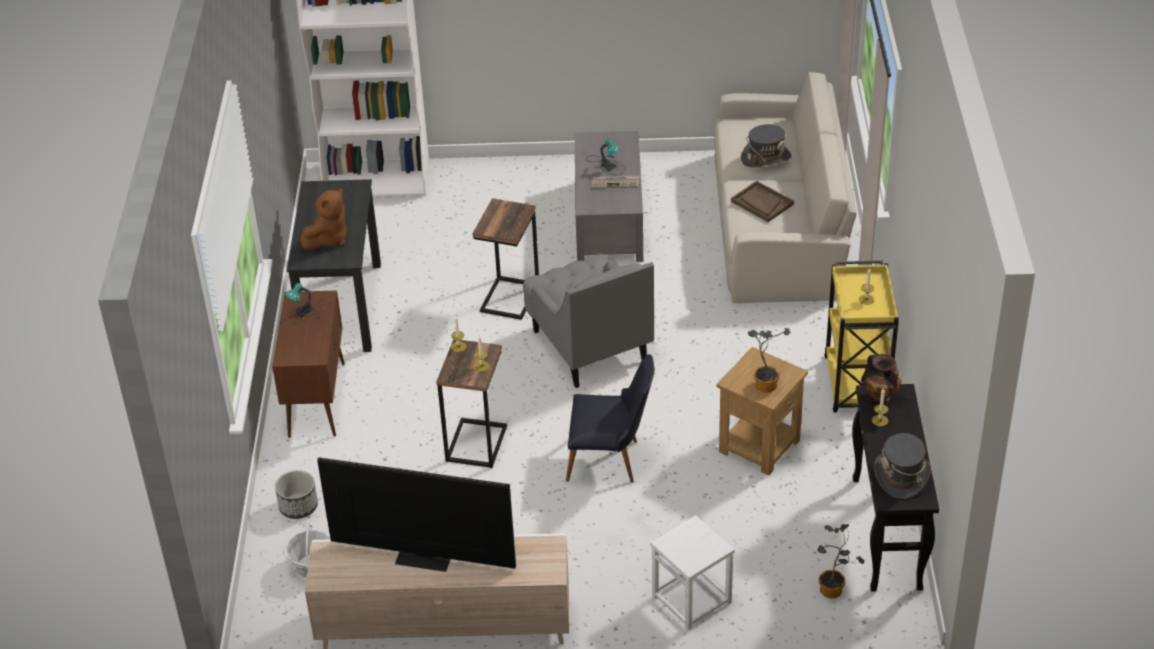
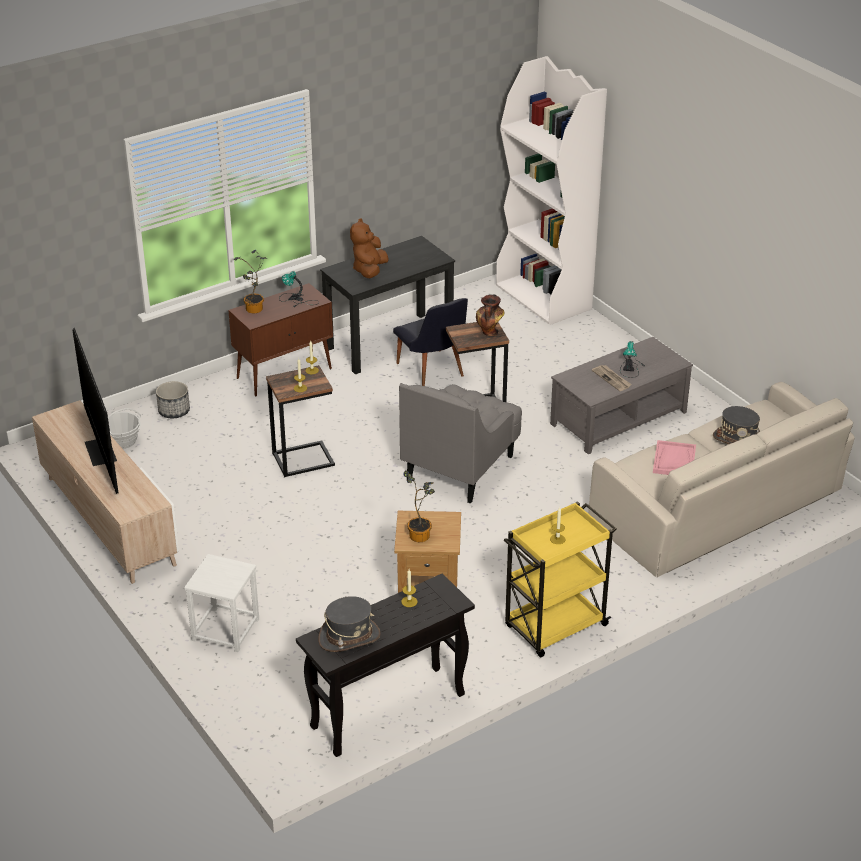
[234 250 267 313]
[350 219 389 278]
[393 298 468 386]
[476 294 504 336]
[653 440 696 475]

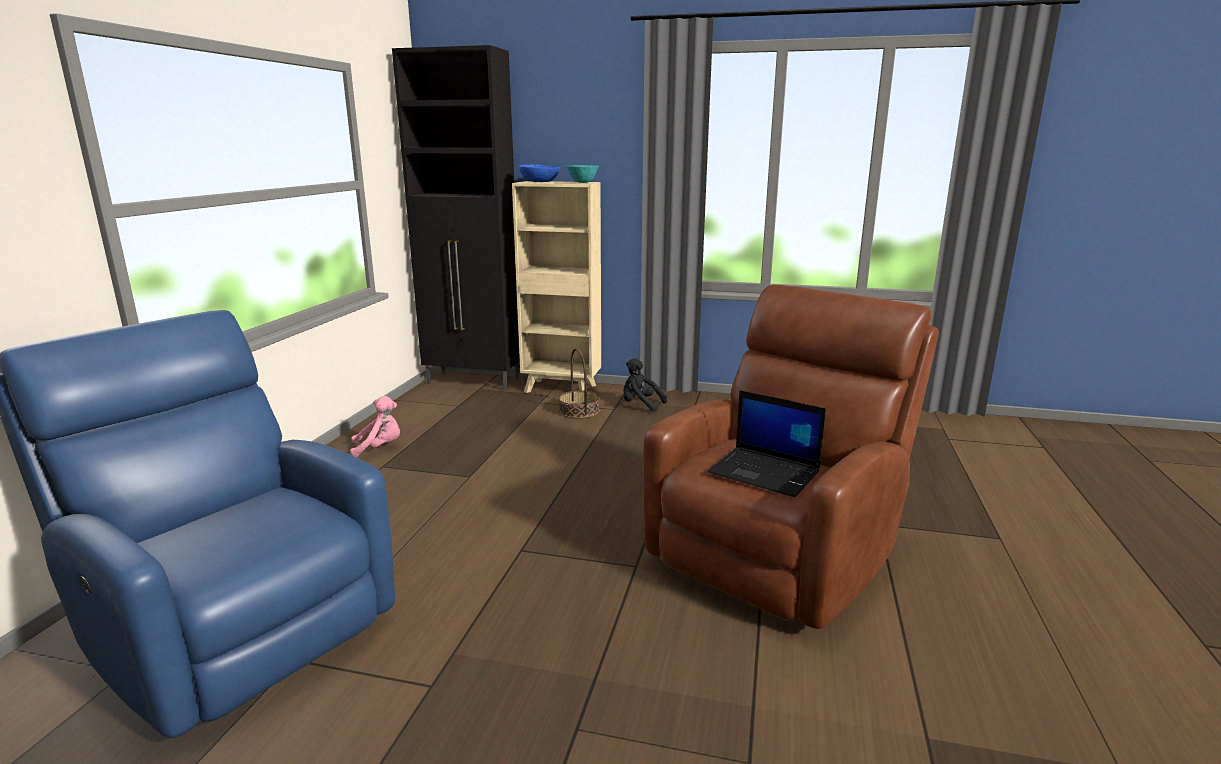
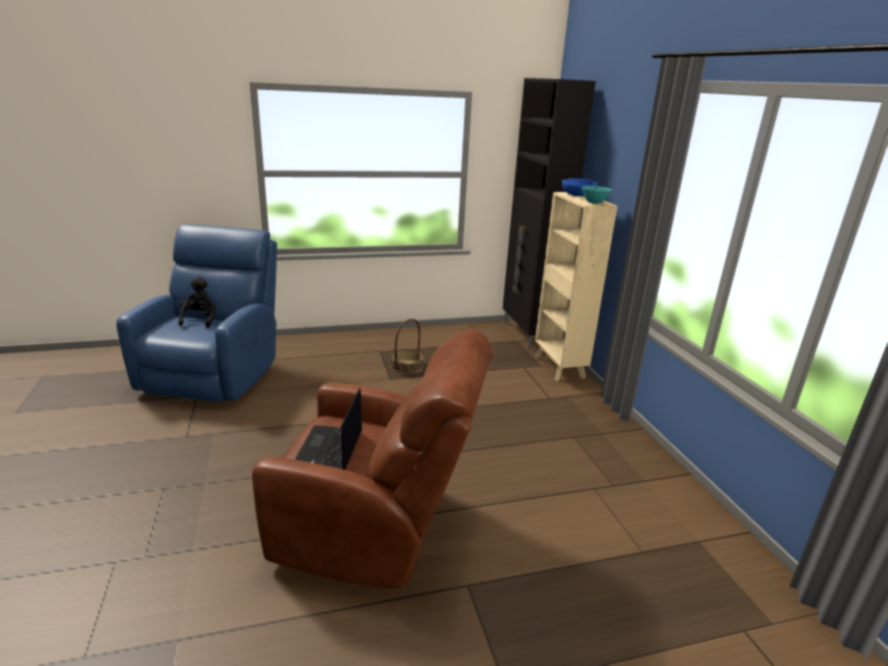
[179 276 216 328]
[391 319 424 374]
[350 396 400 457] (first image)

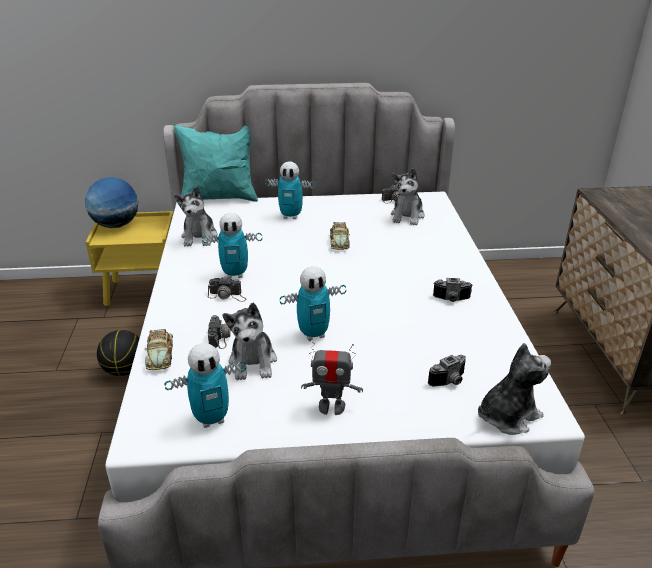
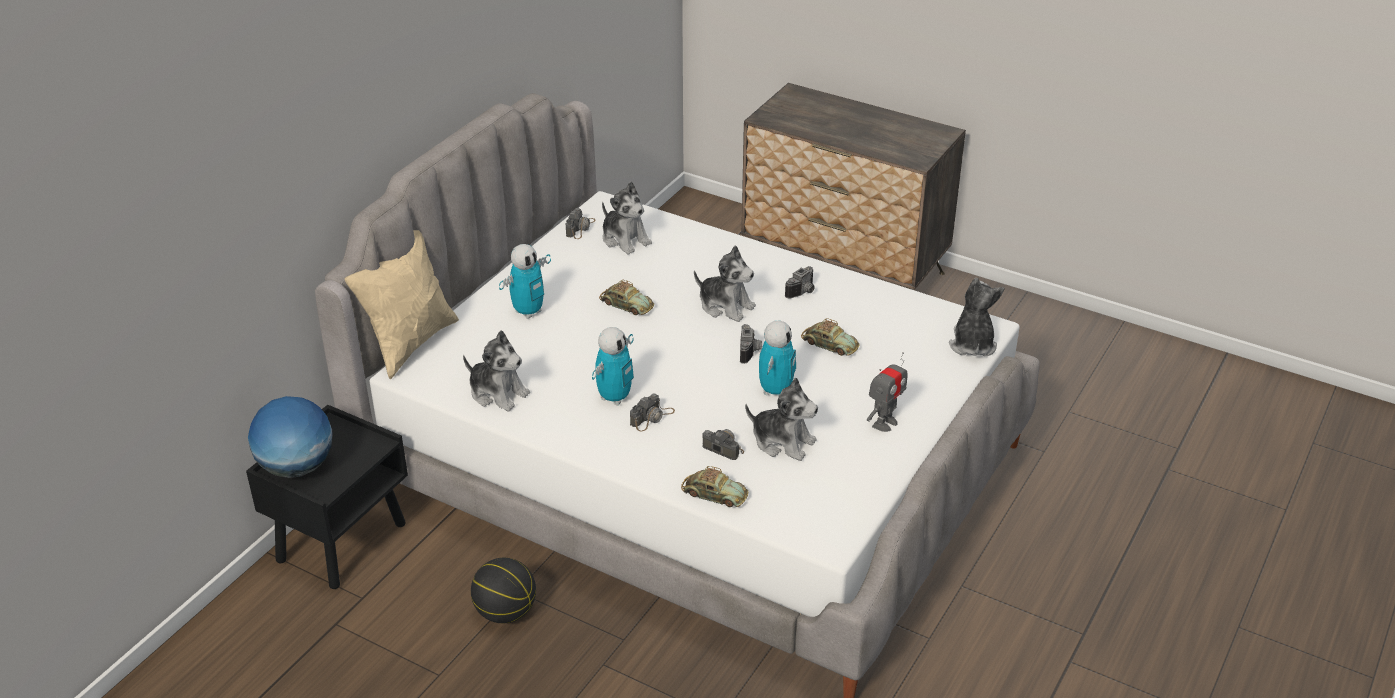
[246 405 408 589]
[345 230 459 379]
[694 245 756 322]
[740 324 762 364]
[801 318 860 356]
[164 343 246 428] (first image)

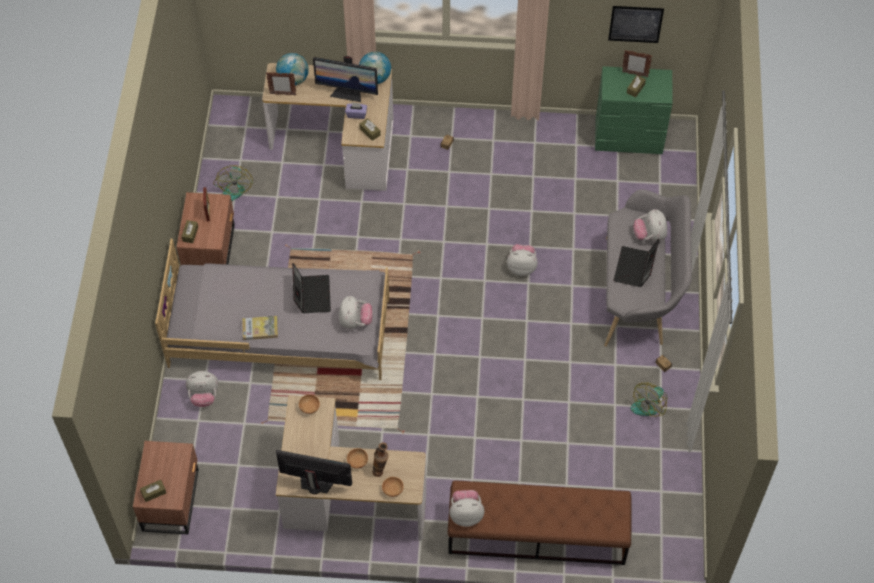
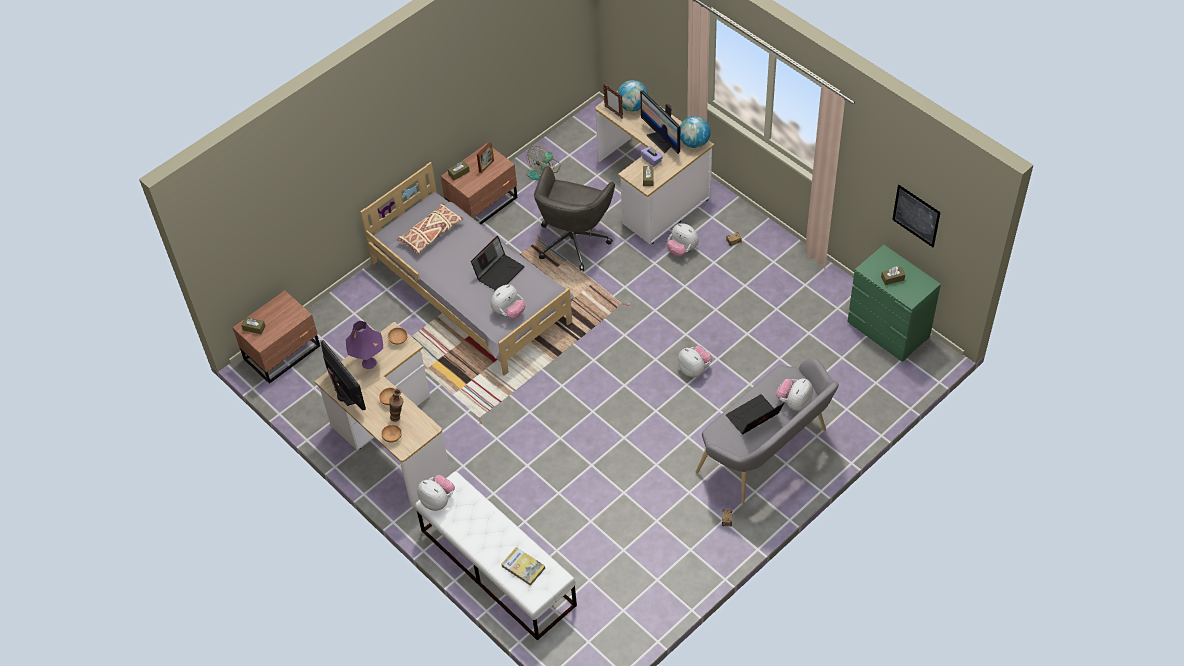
[346 321 383 369]
[397 203 464 254]
[415 471 577 641]
[501 547 545 586]
[534 166 615 271]
[667 223 699 256]
[622 50 652 77] (first image)
[631 382 667 417] (first image)

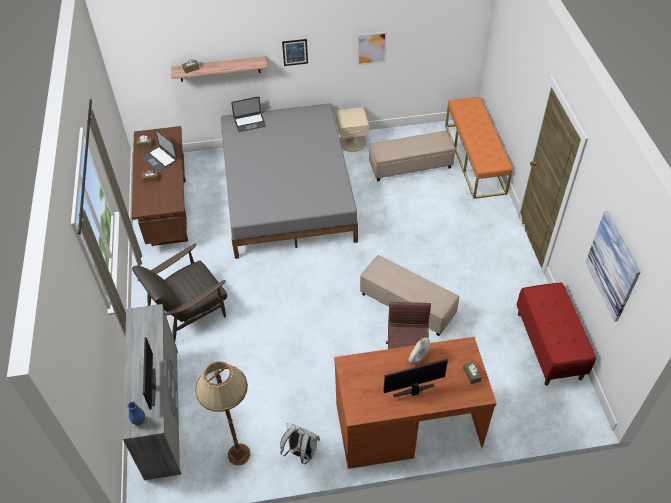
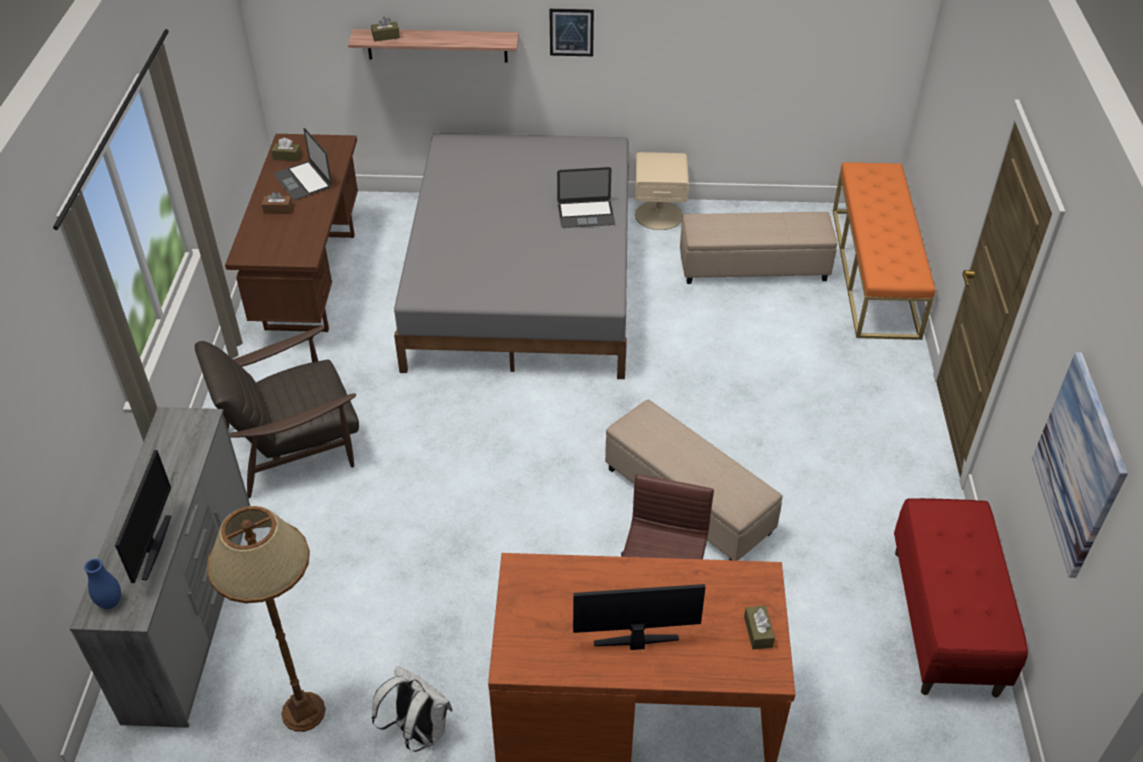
[557 167 615 228]
[357 32 387 66] (first image)
[409 338 430 364] (first image)

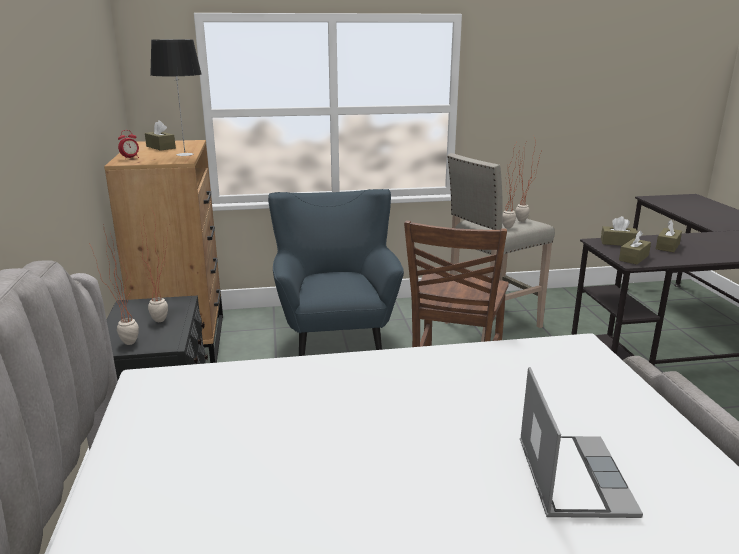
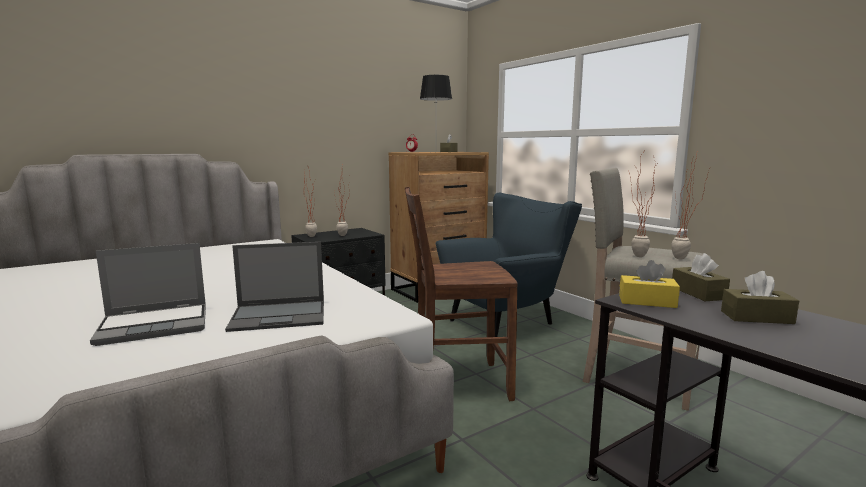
[225 242 324 332]
[619 260 680 308]

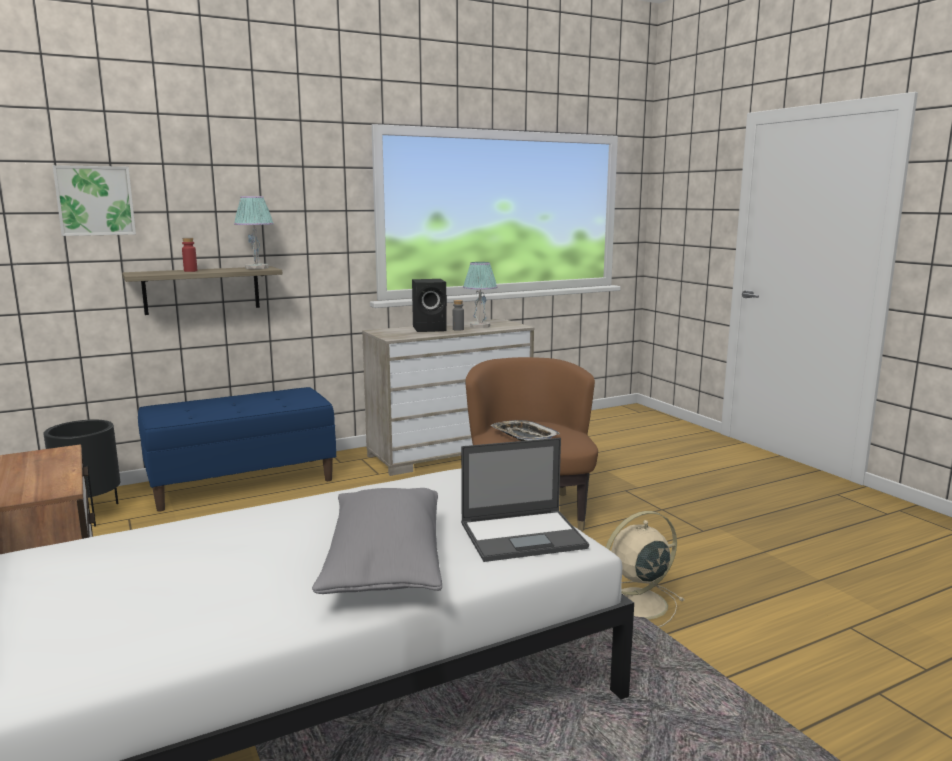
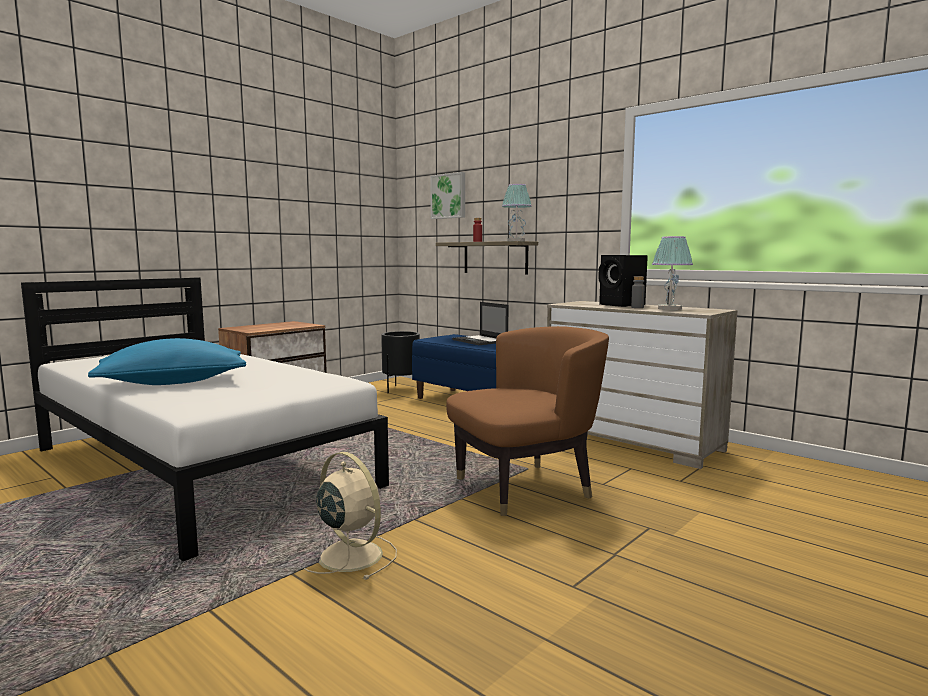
[88 338 246 385]
[452 302 509 345]
[490 420 561 441] (first image)

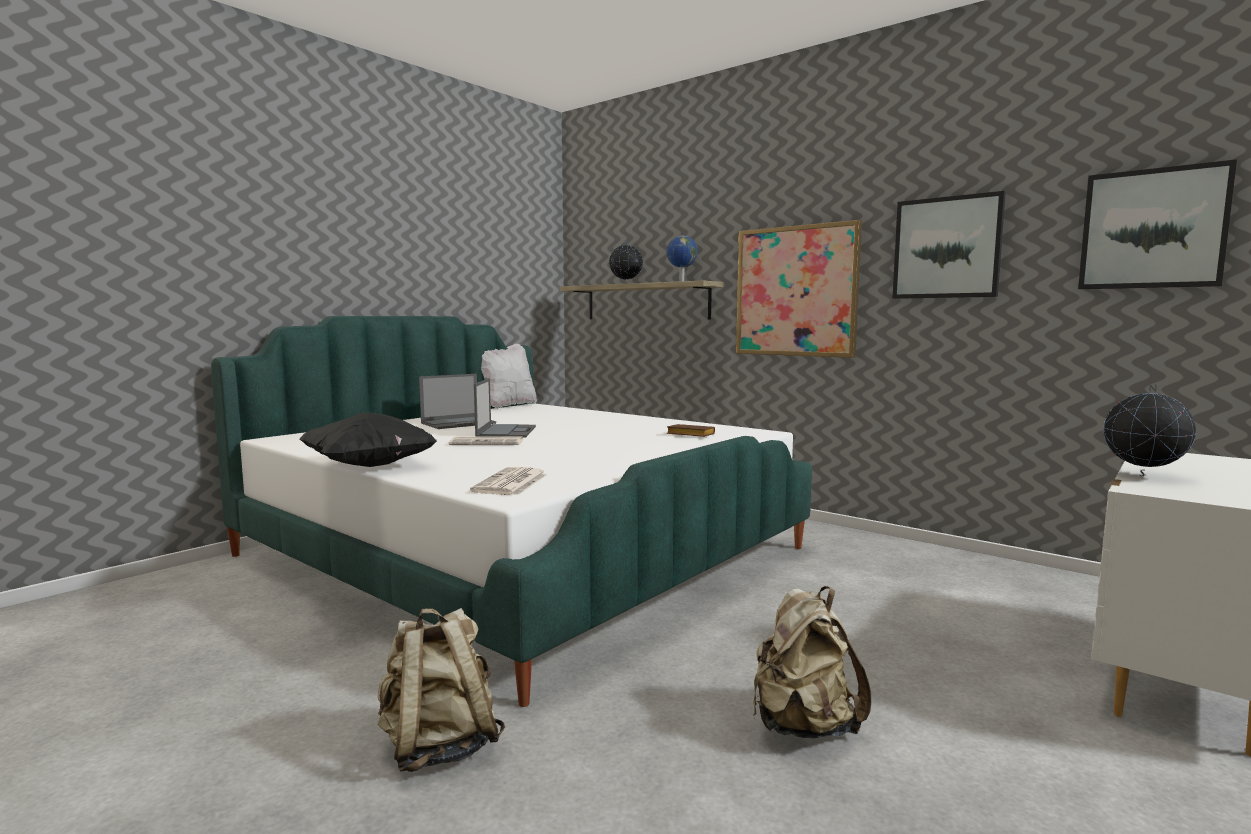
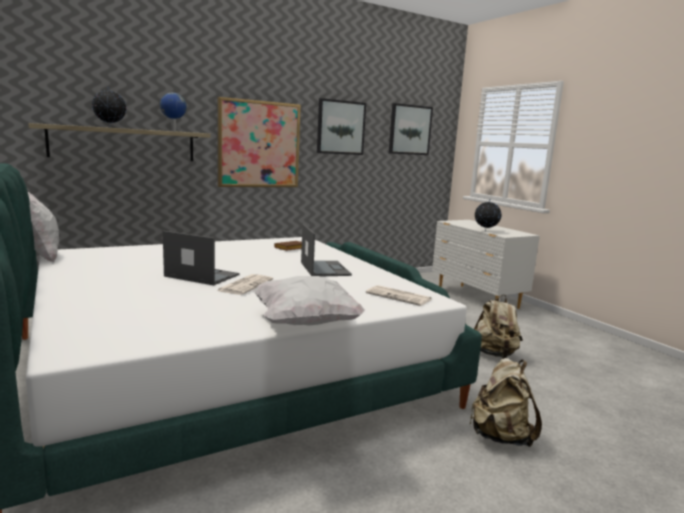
[254 276 365 325]
[301 224 352 277]

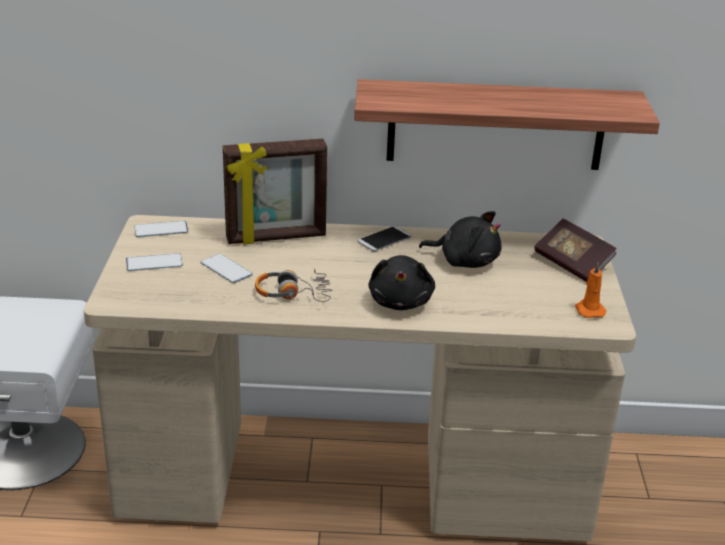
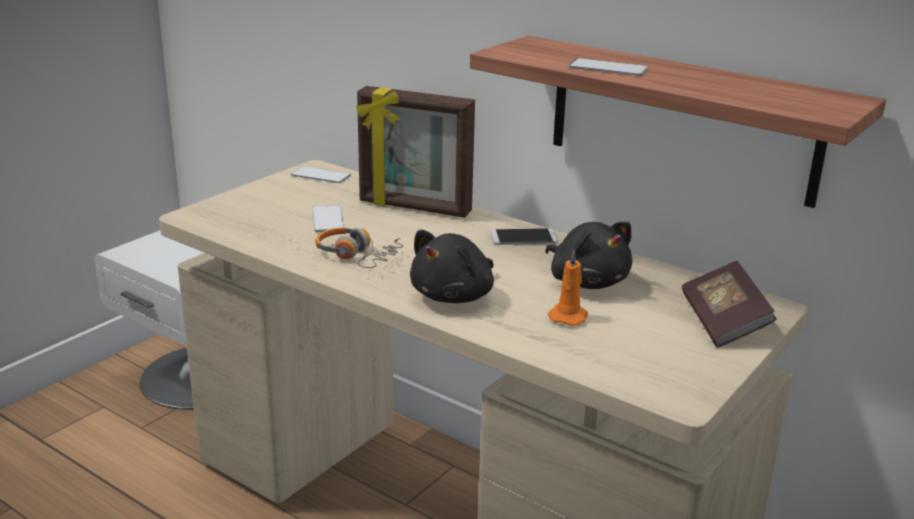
[548 249 588 326]
[568 58 648 76]

